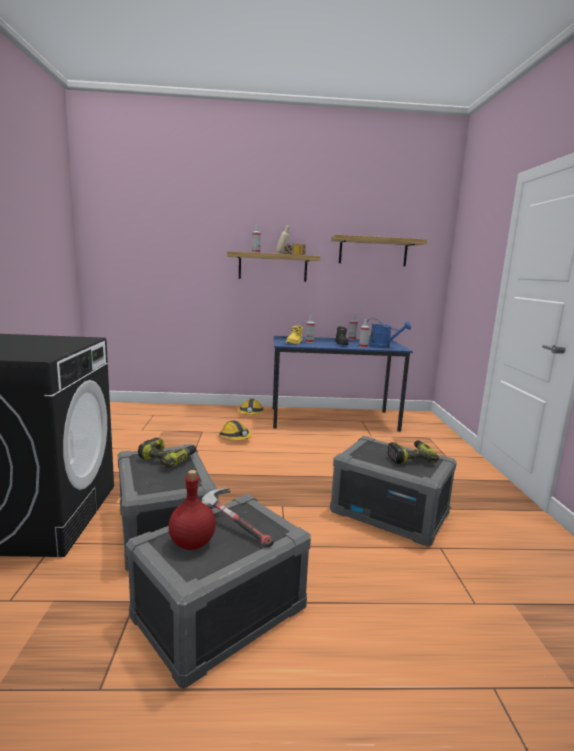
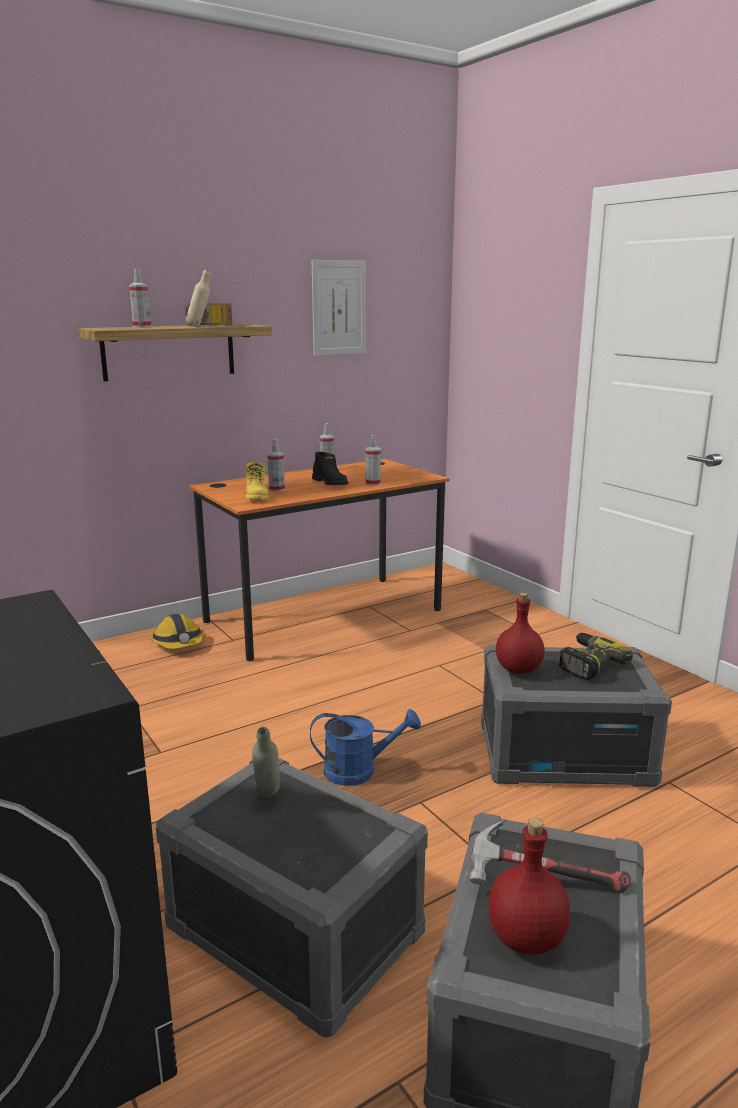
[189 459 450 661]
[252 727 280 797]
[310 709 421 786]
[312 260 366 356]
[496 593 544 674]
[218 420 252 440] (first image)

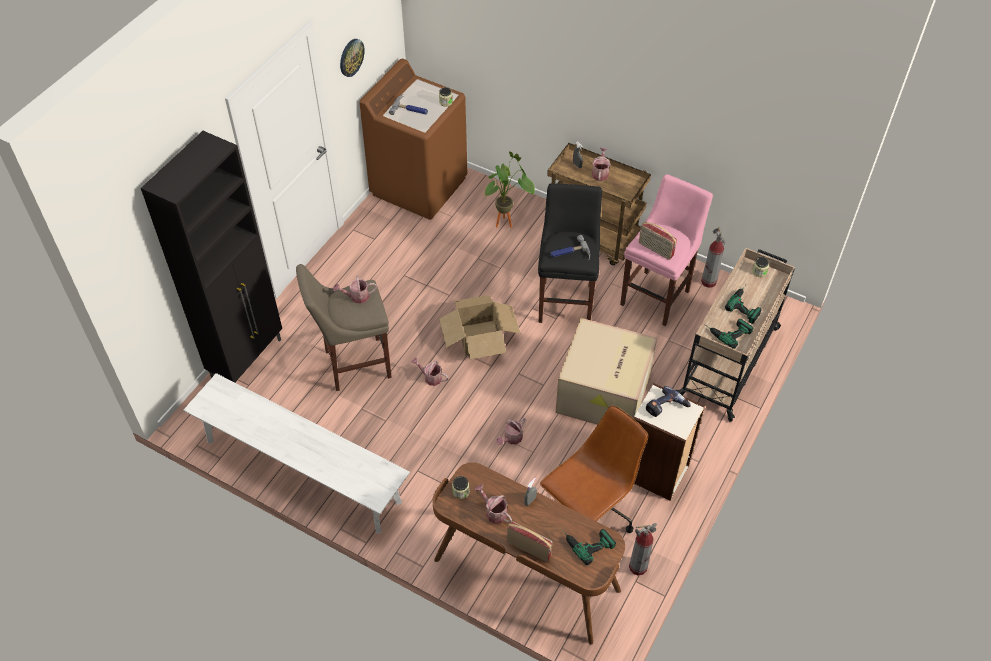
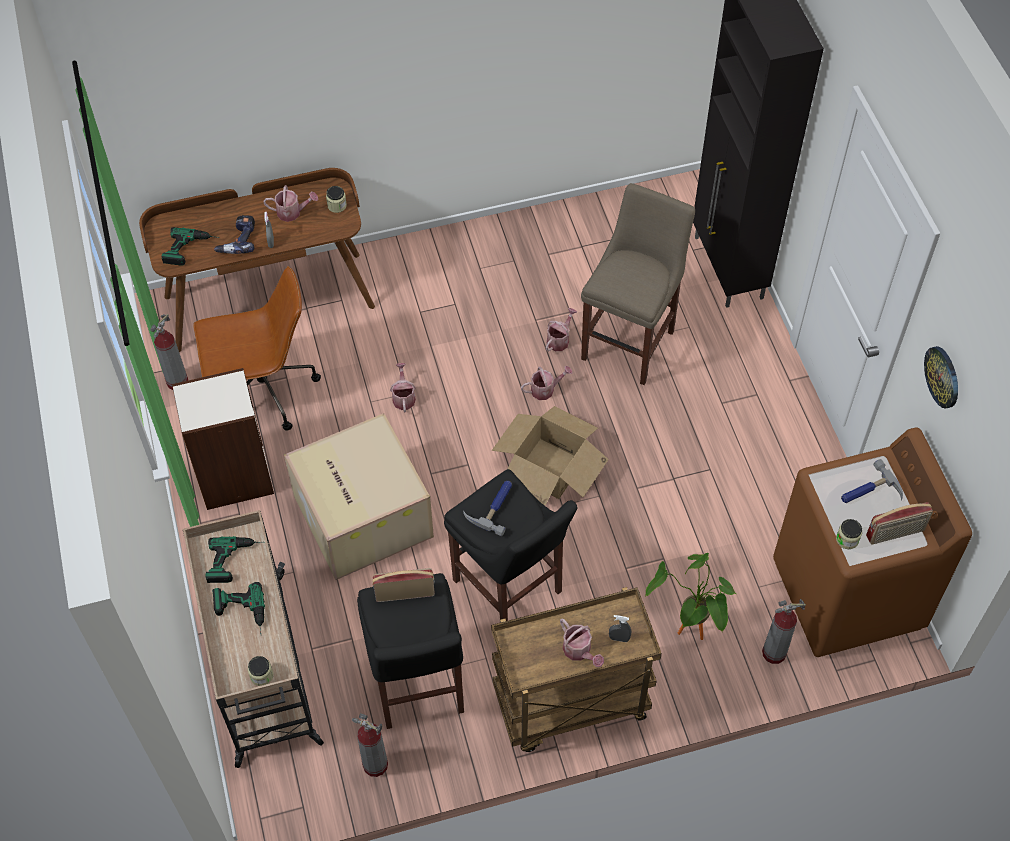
[193 266 321 431]
[214 215 255 254]
[357 573 464 729]
[546 308 577 351]
[762 599 806 664]
[866 502 933 545]
[184 373 410 534] (first image)

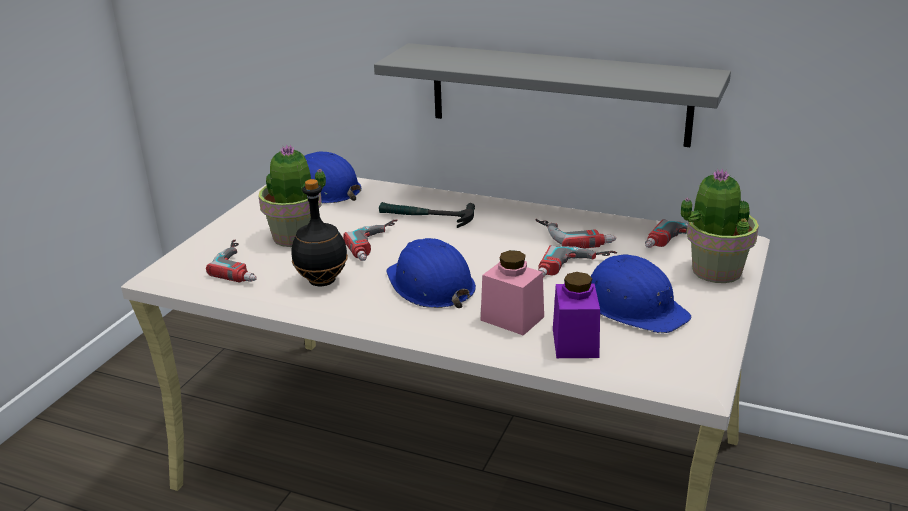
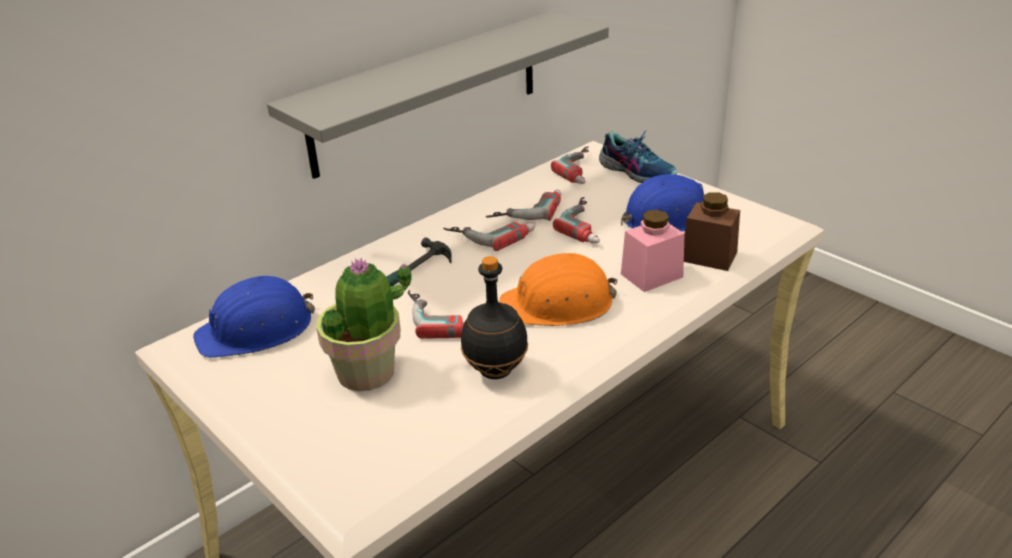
[443 222 536 251]
[499 253 617 326]
[599 130 677 183]
[684 192 740 271]

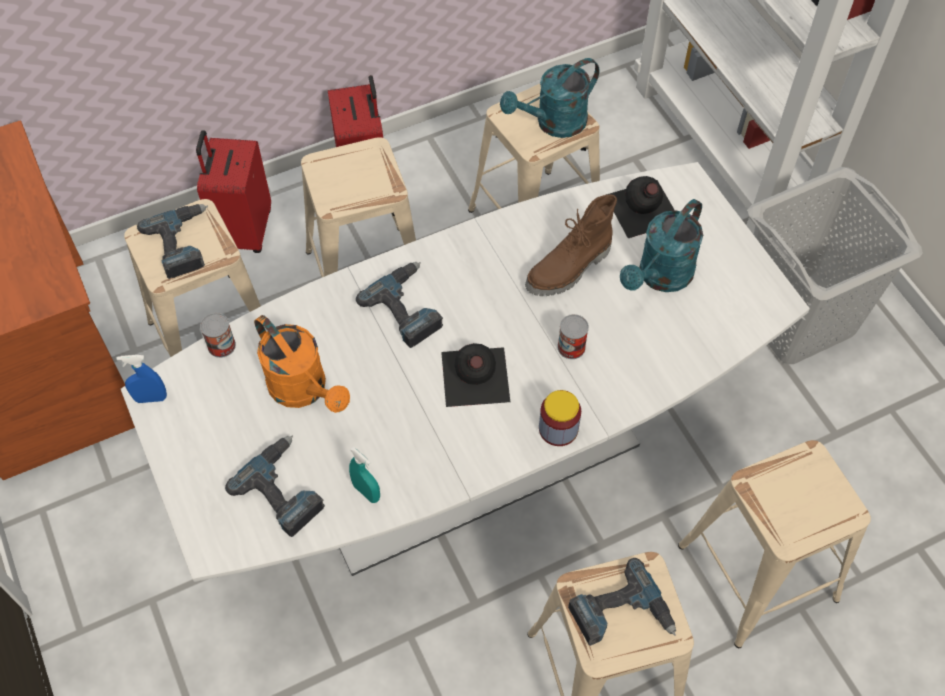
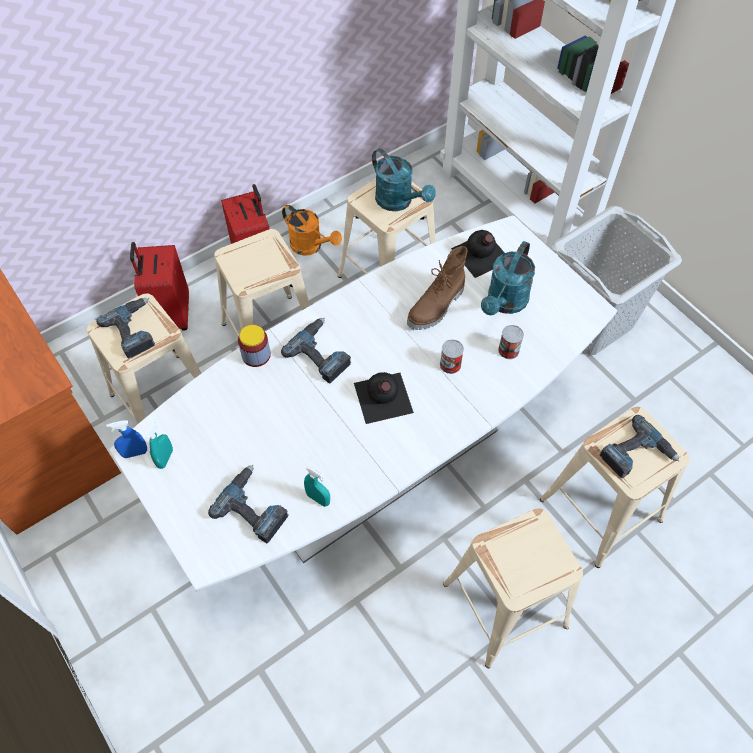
[146 419 173 469]
[238 325 271 367]
[282 205 342 256]
[372 149 436 211]
[498 325 524 359]
[600 415 679 478]

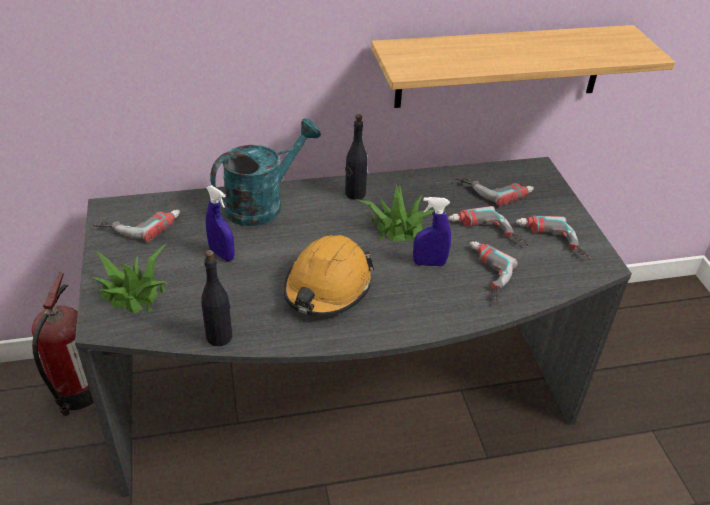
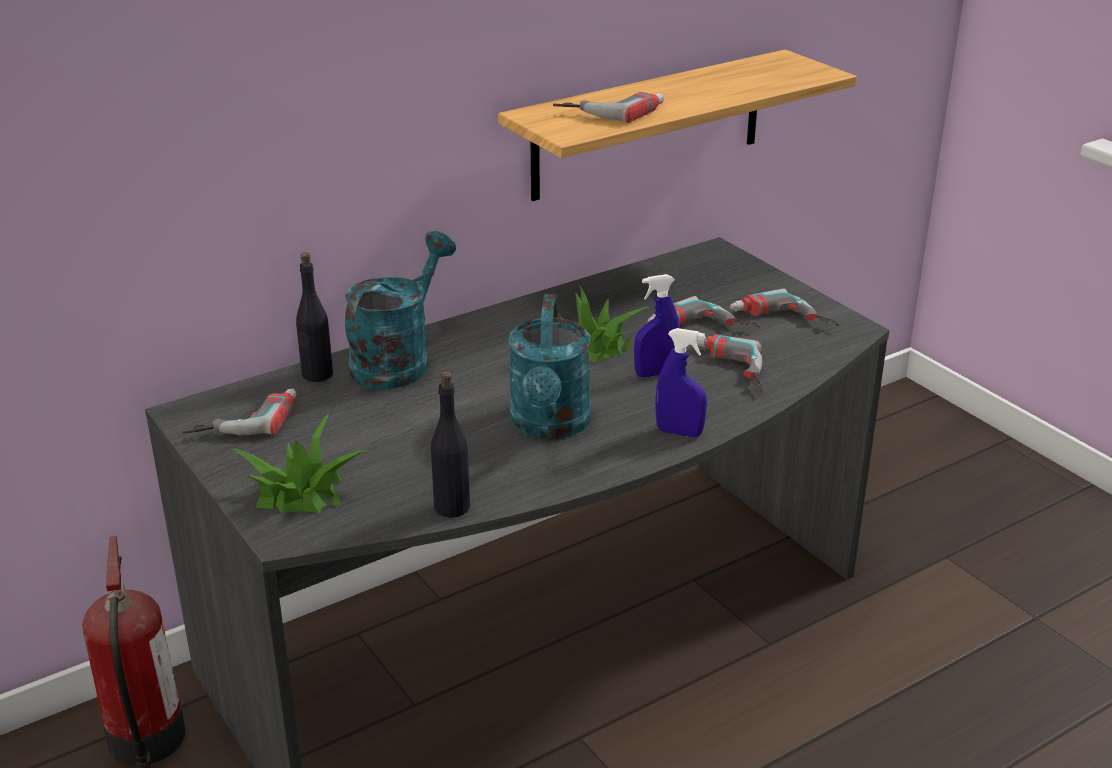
[296 252 333 382]
[508 294 591 439]
[553 92 664 123]
[656 328 707 437]

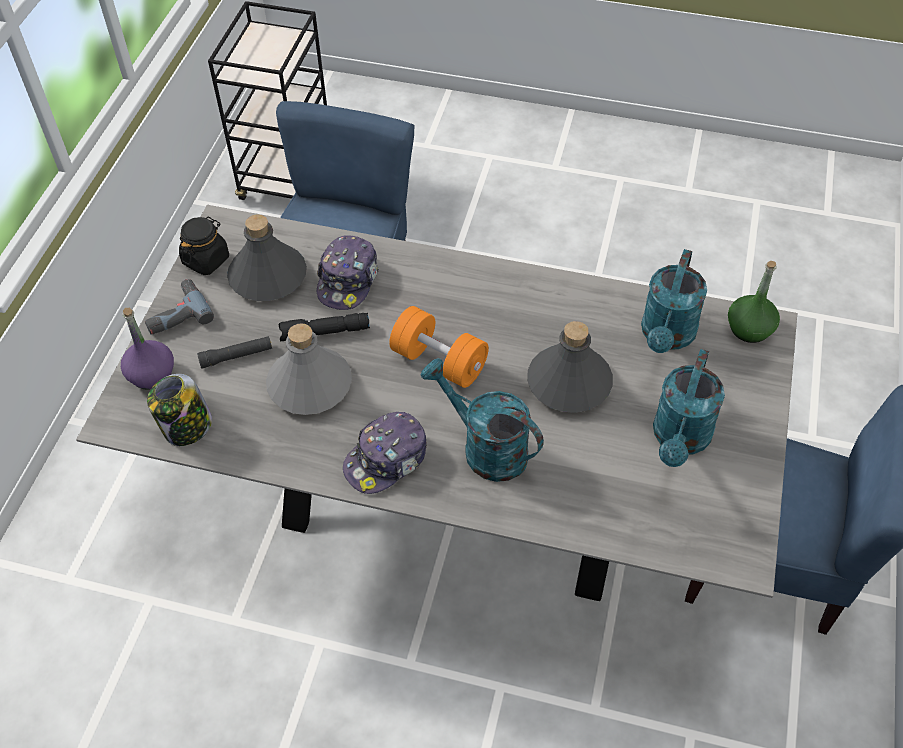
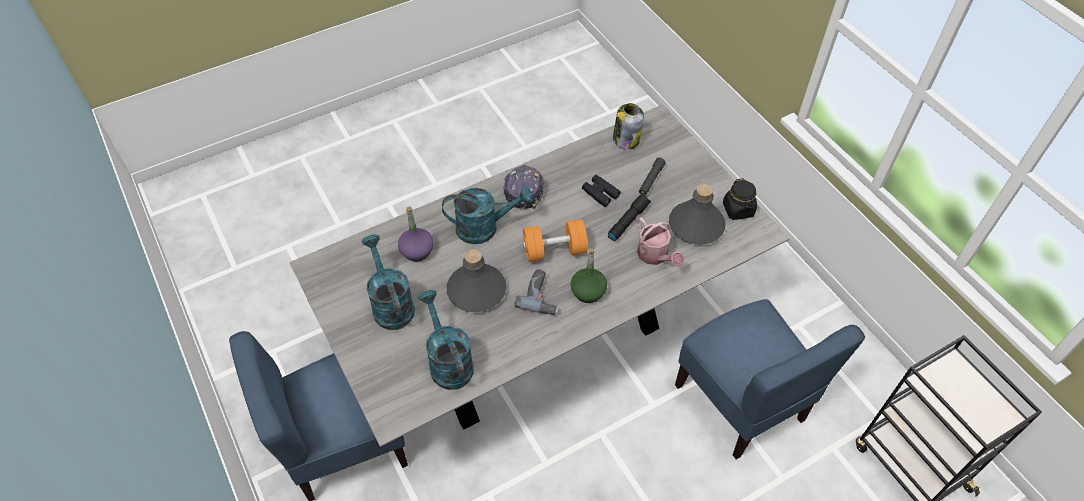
[398 206 434 262]
[515 269 559 315]
[570 248 607 303]
[582 175 621 207]
[637 217 684 266]

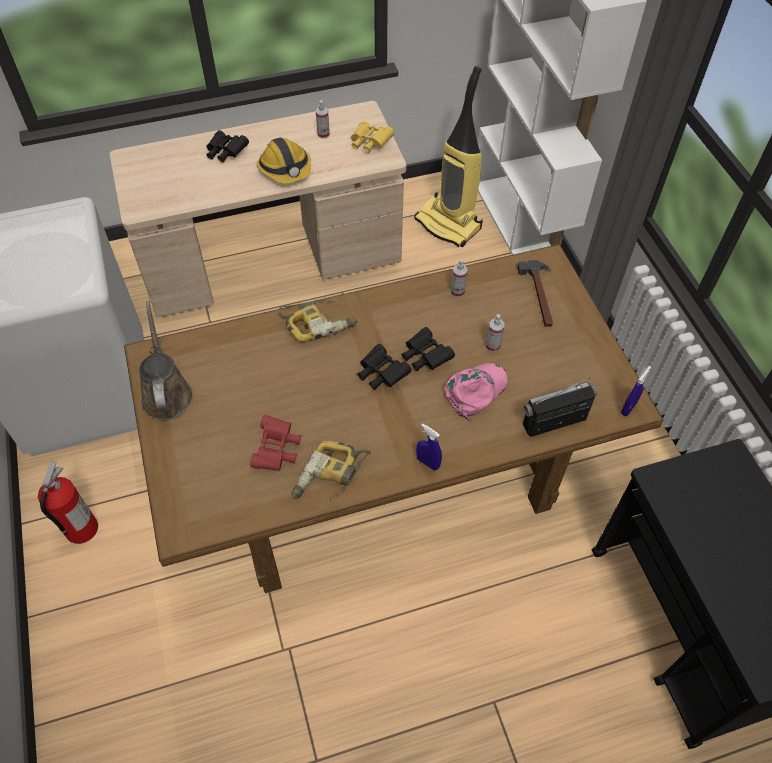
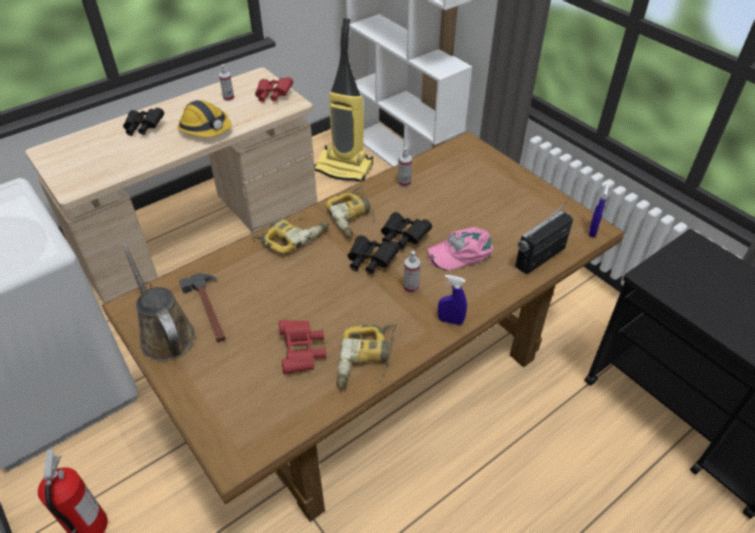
[179 272 226 342]
[255 77 293 103]
[326 186 374 238]
[403 251 421 293]
[427 227 494 271]

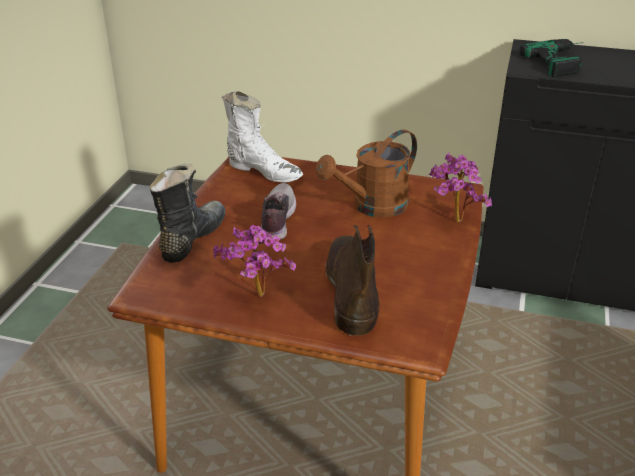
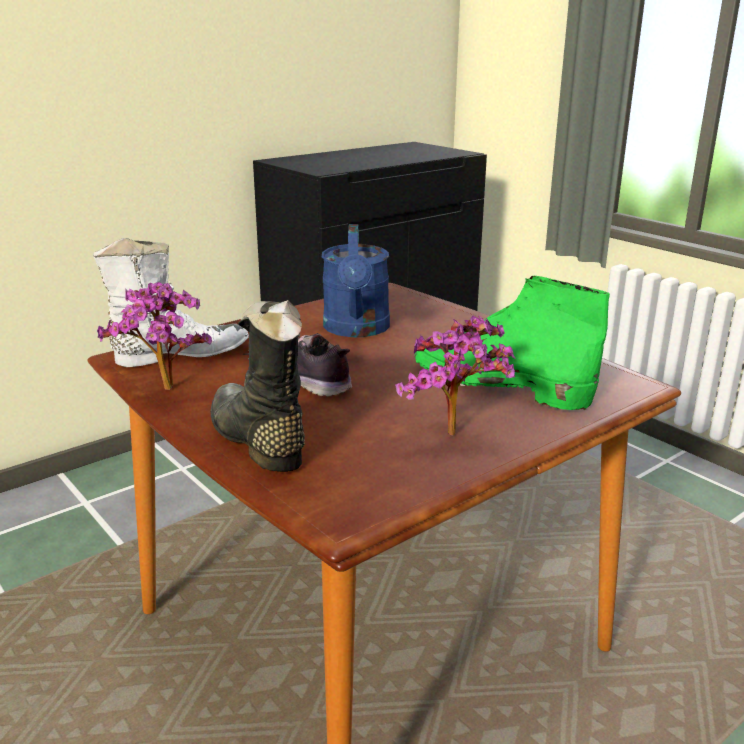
[97 282 212 390]
[322 224 390 337]
[414 276 610 410]
[519 39 584 77] (first image)

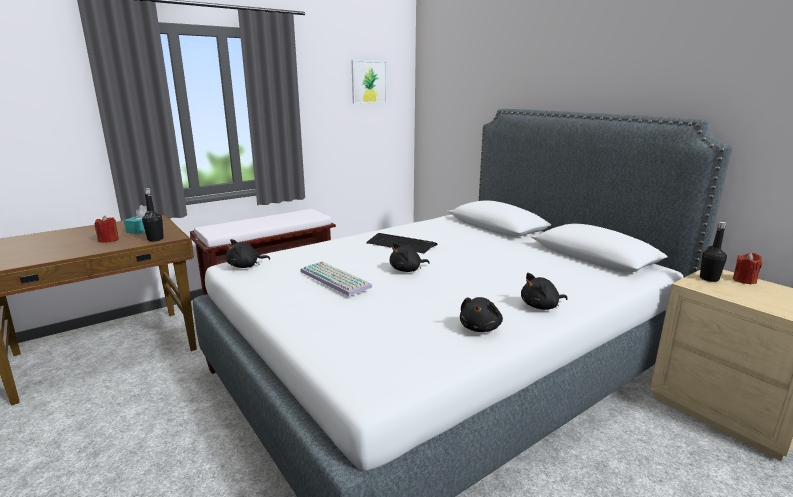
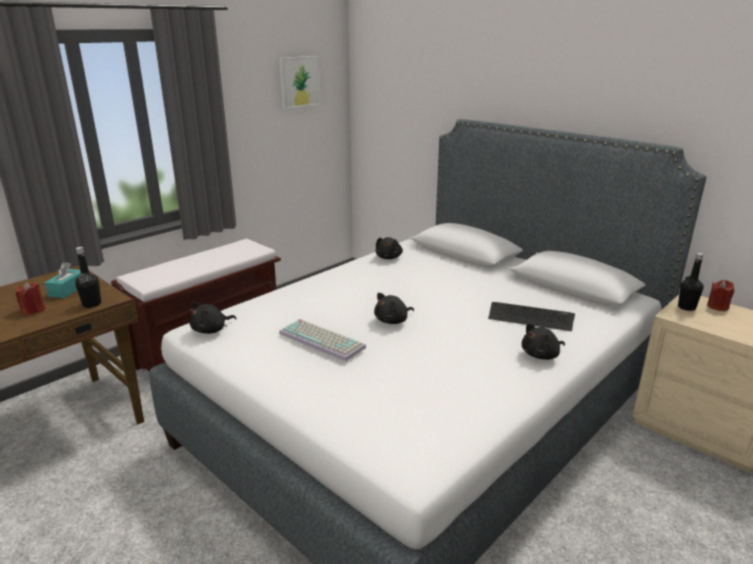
[375 237 403 259]
[488 302 575 331]

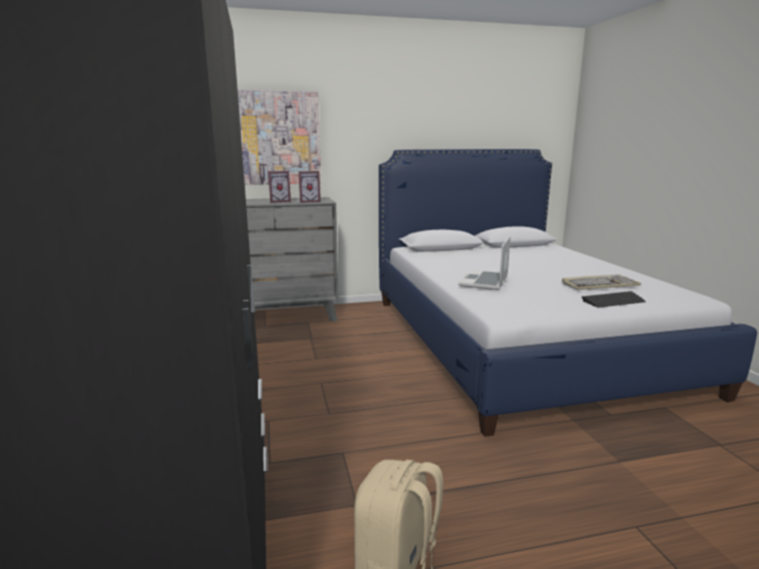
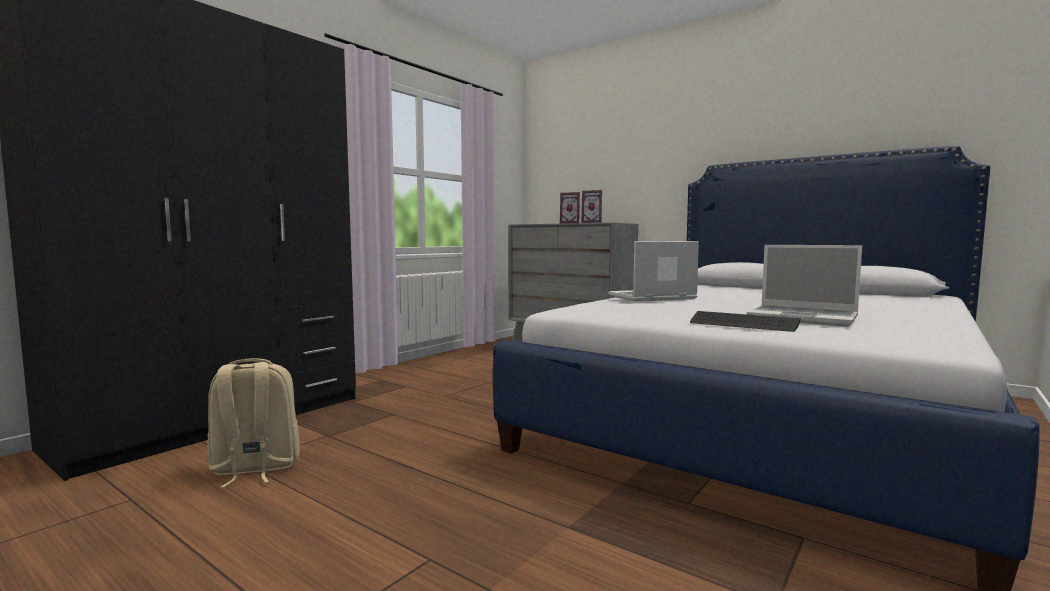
[747 245 862 327]
[238 90 321 185] (first image)

